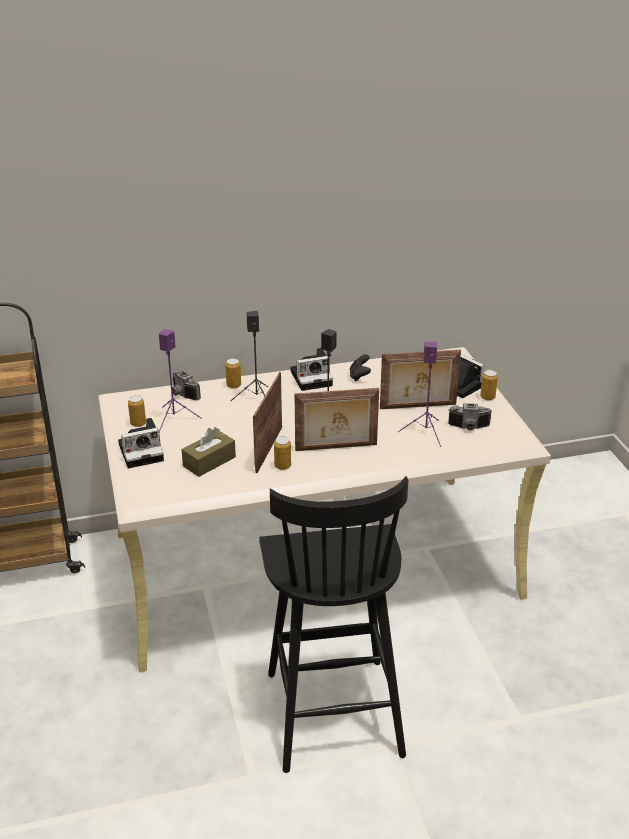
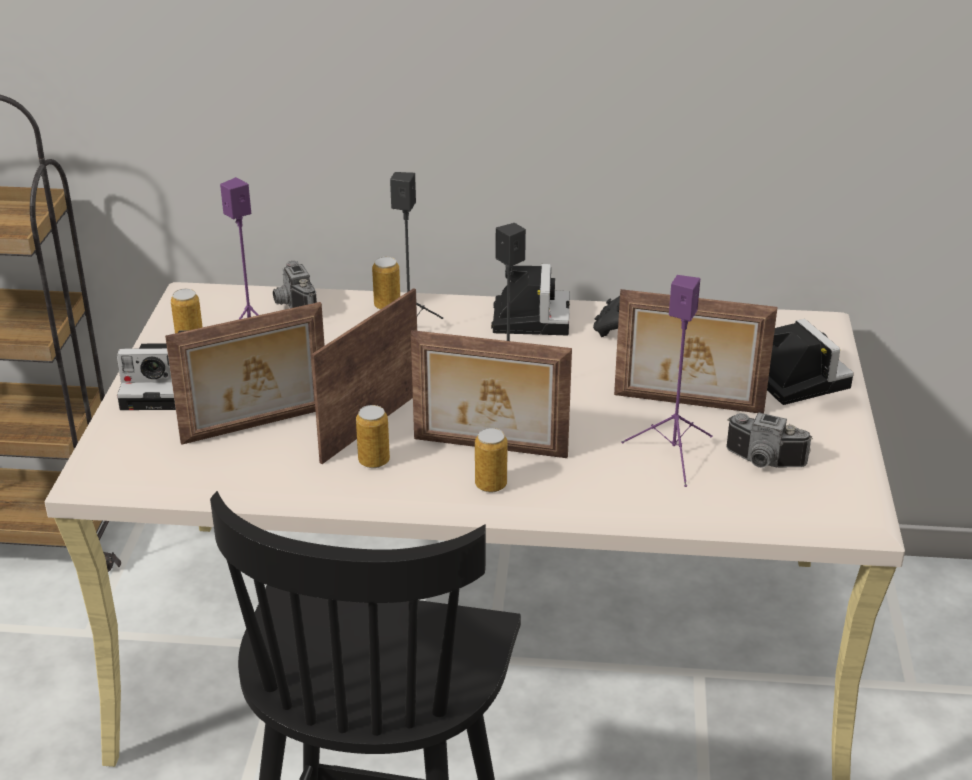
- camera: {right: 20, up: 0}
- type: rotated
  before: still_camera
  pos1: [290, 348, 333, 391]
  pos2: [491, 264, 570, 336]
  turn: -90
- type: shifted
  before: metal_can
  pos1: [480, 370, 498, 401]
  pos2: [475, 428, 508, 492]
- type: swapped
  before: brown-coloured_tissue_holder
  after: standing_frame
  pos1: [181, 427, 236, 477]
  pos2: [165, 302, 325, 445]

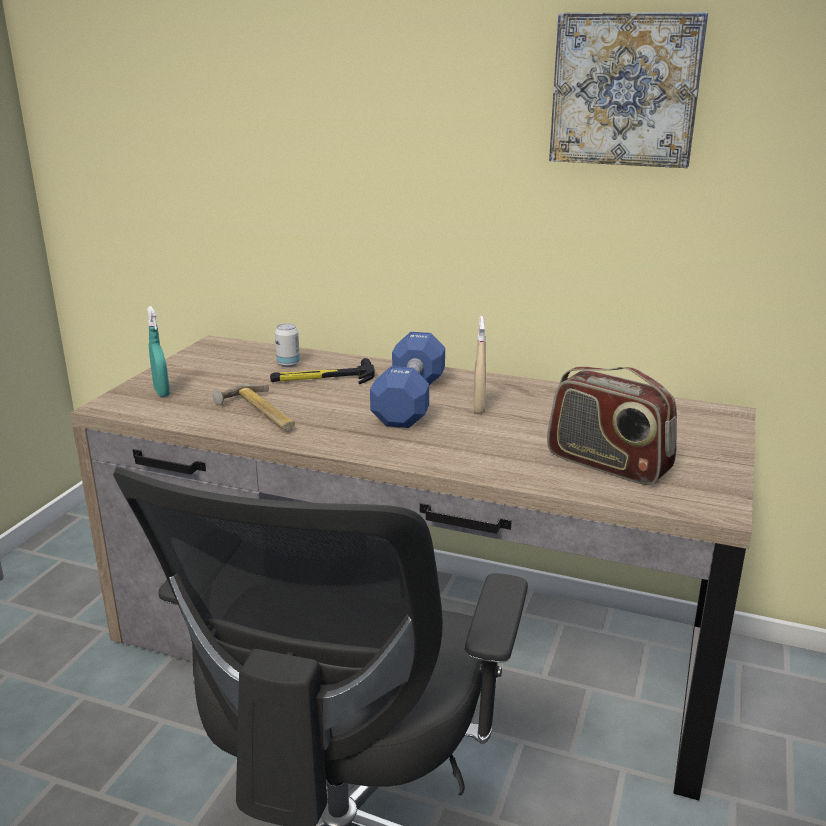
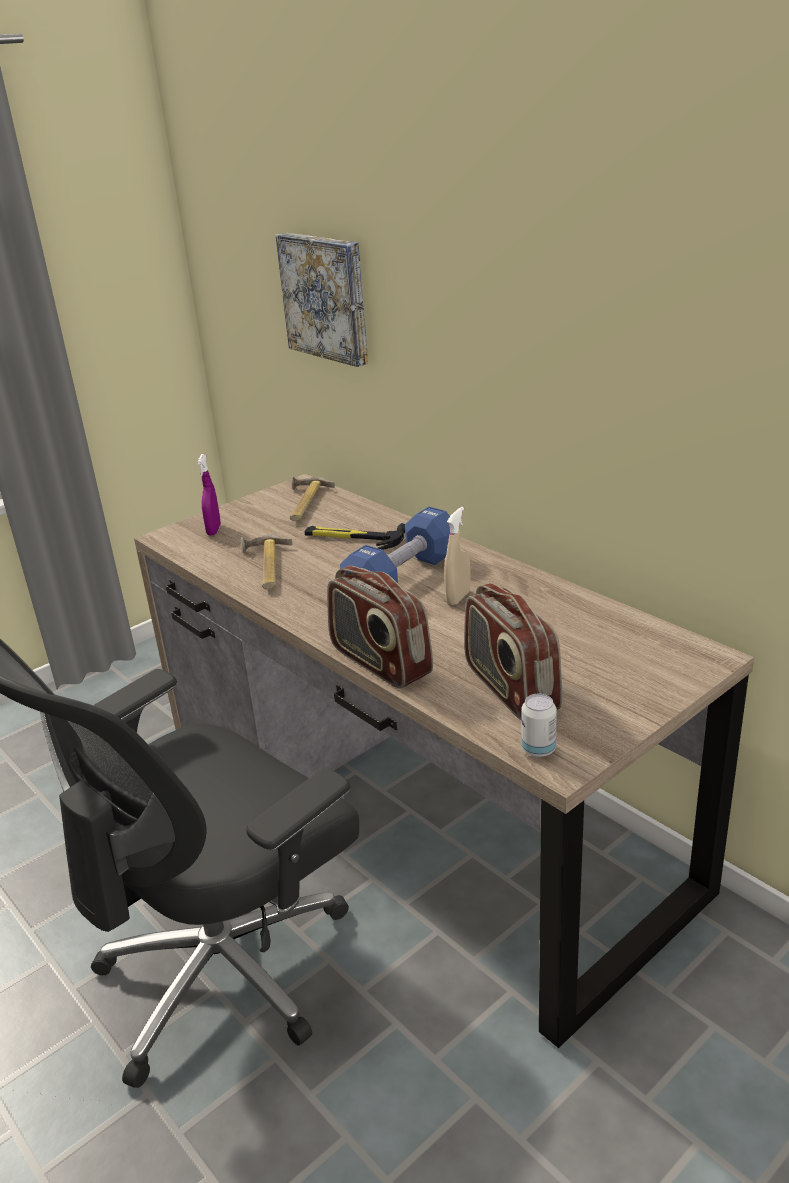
- camera: {right: 30, up: 5}
- type: shifted
  before: wall_picture
  pos1: [549, 12, 708, 168]
  pos2: [275, 233, 368, 367]
- type: repainted
  before: blue-green_sprayer
  after: purple-coloured_sprayer
  pos1: [147, 306, 170, 397]
  pos2: [197, 454, 221, 535]
- type: shifted
  before: metal_can
  pos1: [275, 323, 300, 367]
  pos2: [521, 694, 557, 757]
- type: new
  after: hand_hammer
  pos2: [290, 476, 335, 521]
- type: new
  after: radio_receiver
  pos2: [327, 566, 433, 689]

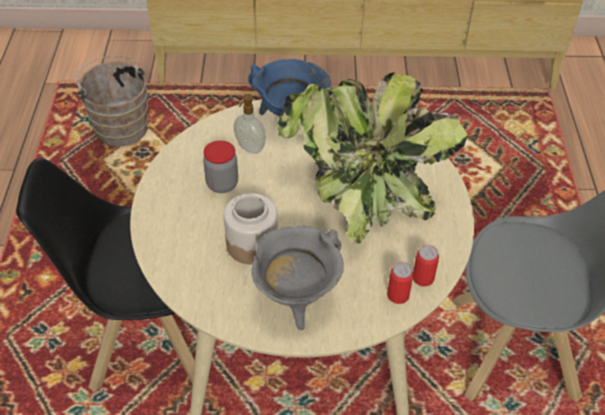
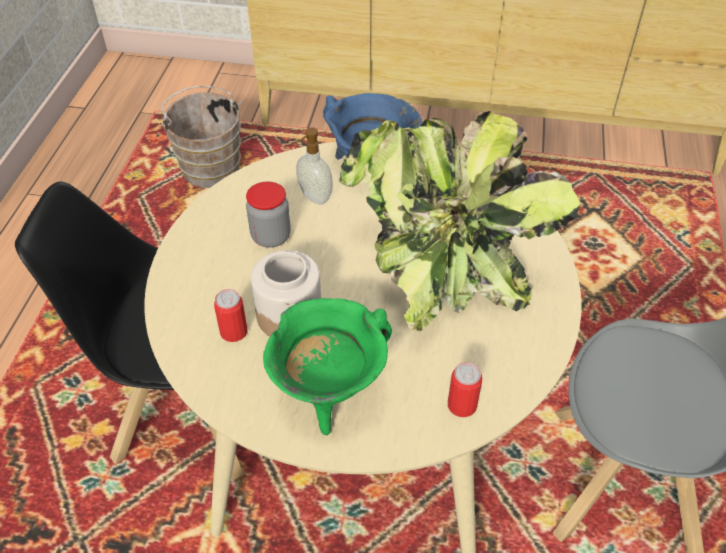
- camera: {right: 10, up: 0}
- type: repainted
  before: grey_saucepot
  after: greenish_saucepot
  pos1: [251, 225, 344, 330]
  pos2: [263, 298, 392, 435]
- type: shifted
  before: metal_can
  pos1: [413, 245, 439, 287]
  pos2: [214, 289, 247, 342]

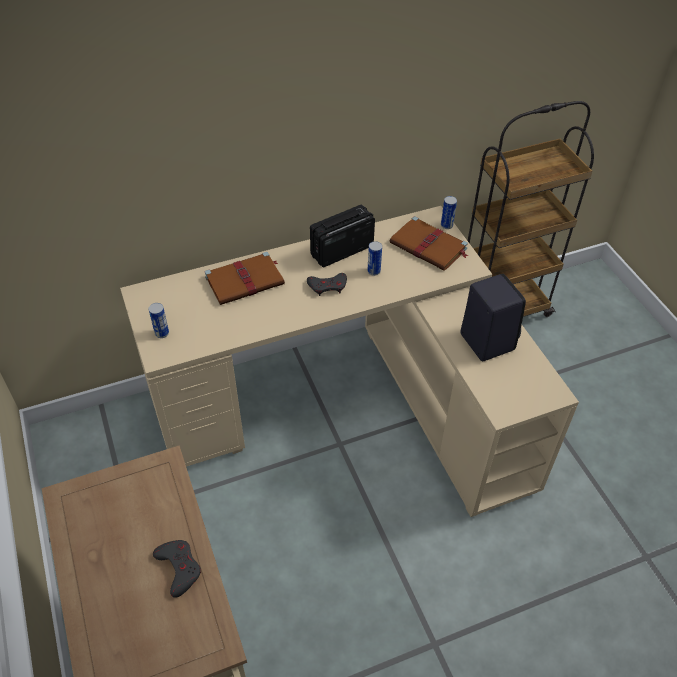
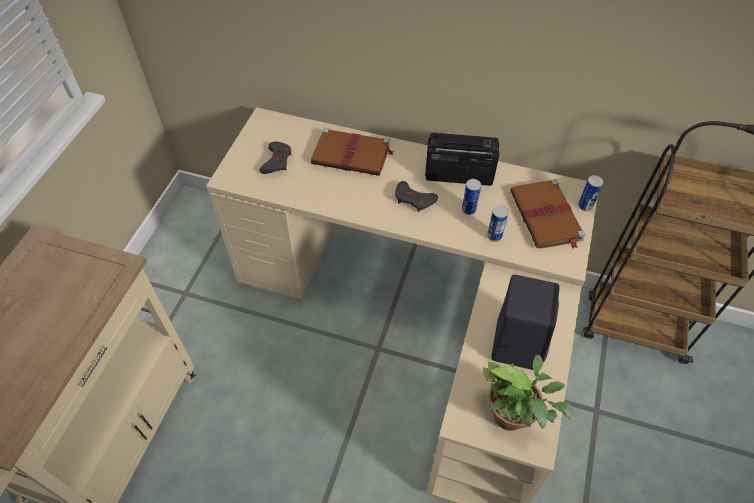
- camera: {right: 40, up: 5}
- type: shifted
  before: metal_can
  pos1: [149, 303, 169, 338]
  pos2: [487, 205, 509, 242]
- type: shifted
  before: grey_game_controller
  pos1: [153, 540, 201, 598]
  pos2: [259, 142, 291, 174]
- type: new
  after: houseplant
  pos2: [483, 355, 574, 431]

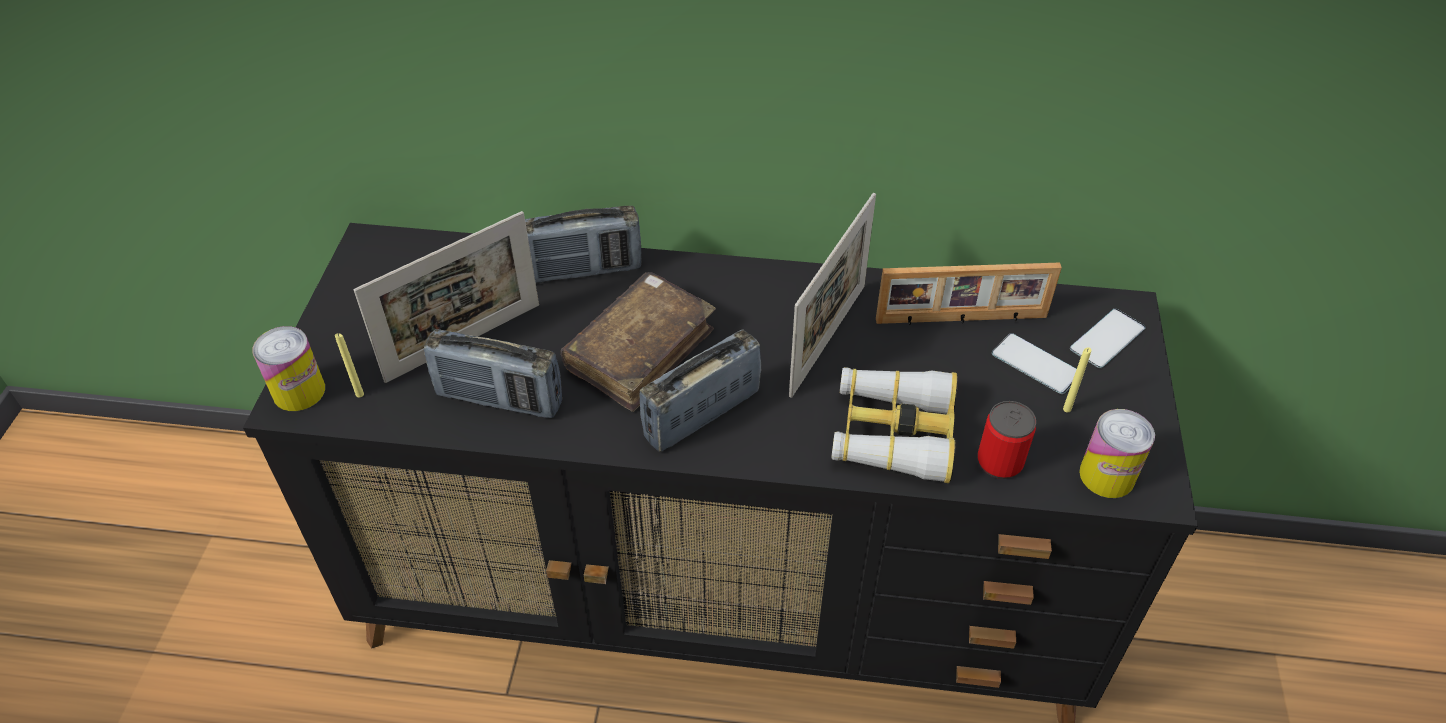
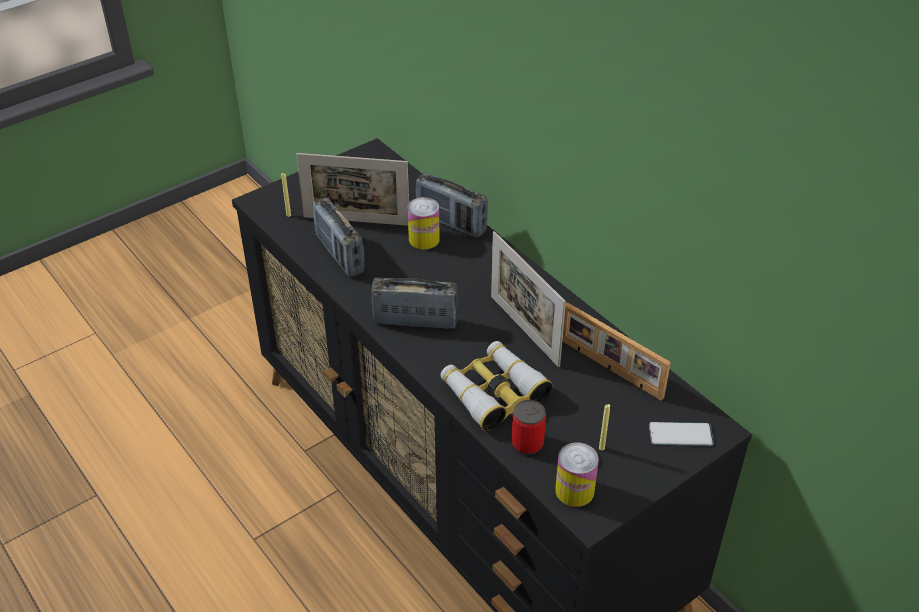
- camera: {right: 45, up: -5}
- type: rotated
  before: standing_frame
  pos1: [789, 193, 876, 398]
  pos2: [491, 231, 566, 367]
  turn: 75
- type: gone
  before: brown-coloured_volume
  pos1: [561, 272, 716, 412]
- type: shifted
  before: metal_can
  pos1: [252, 326, 325, 411]
  pos2: [408, 197, 440, 249]
- type: gone
  before: handset
  pos1: [992, 333, 1077, 394]

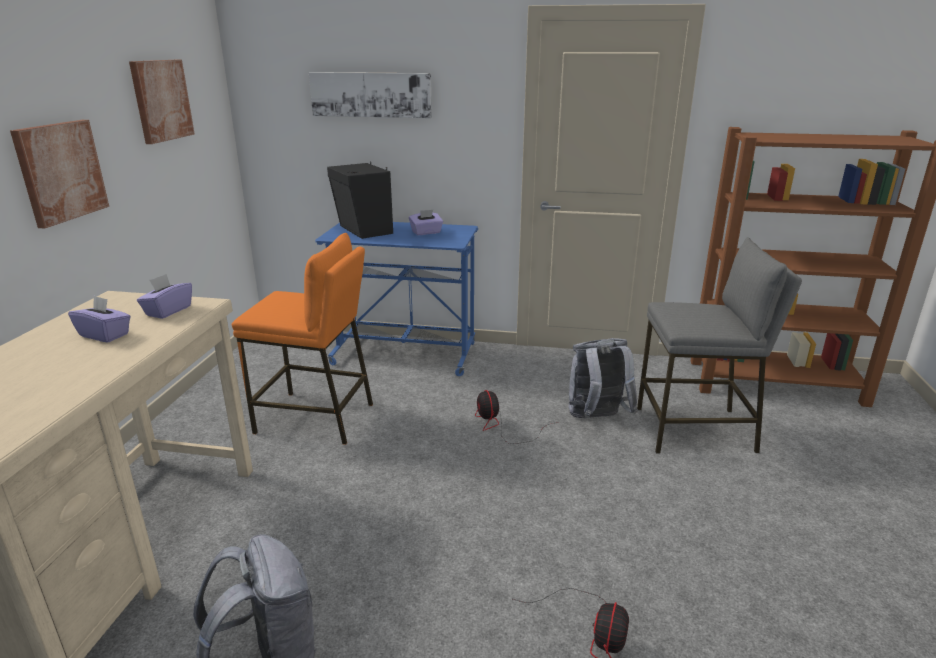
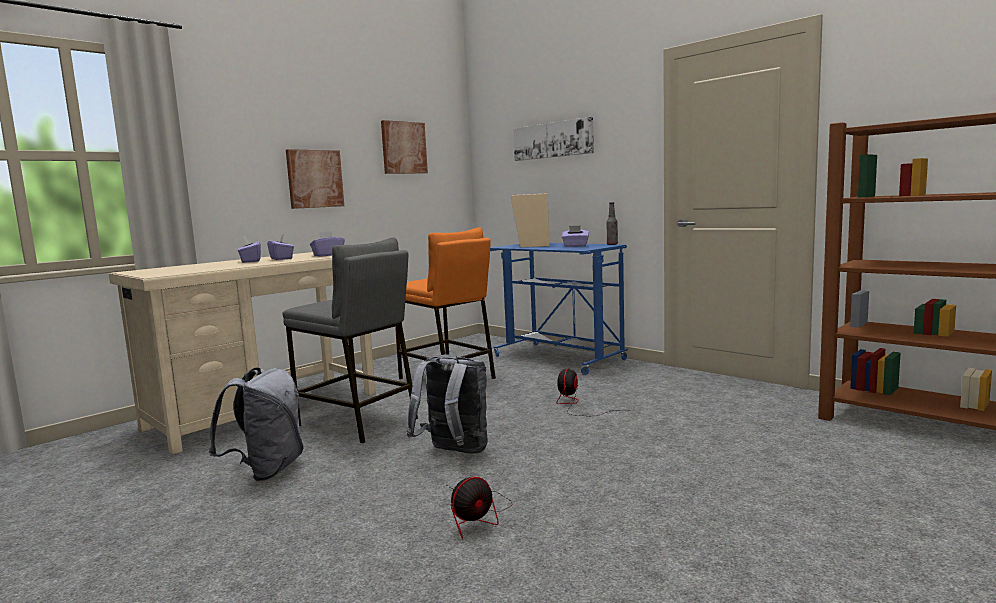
- camera: {right: 35, up: -15}
- type: repainted
  before: blackish_speaker
  after: beige_speaker
  pos1: [327, 161, 393, 239]
  pos2: [511, 191, 550, 247]
- type: shifted
  before: grey_stool_seat
  pos1: [637, 237, 802, 454]
  pos2: [282, 237, 418, 444]
- type: shifted
  before: grey_rucksack
  pos1: [568, 338, 638, 418]
  pos2: [407, 354, 488, 454]
- type: new
  after: drink_bottle
  pos2: [607, 202, 618, 245]
- type: new
  after: purple-coloured_tissue_holder
  pos2: [237, 236, 261, 263]

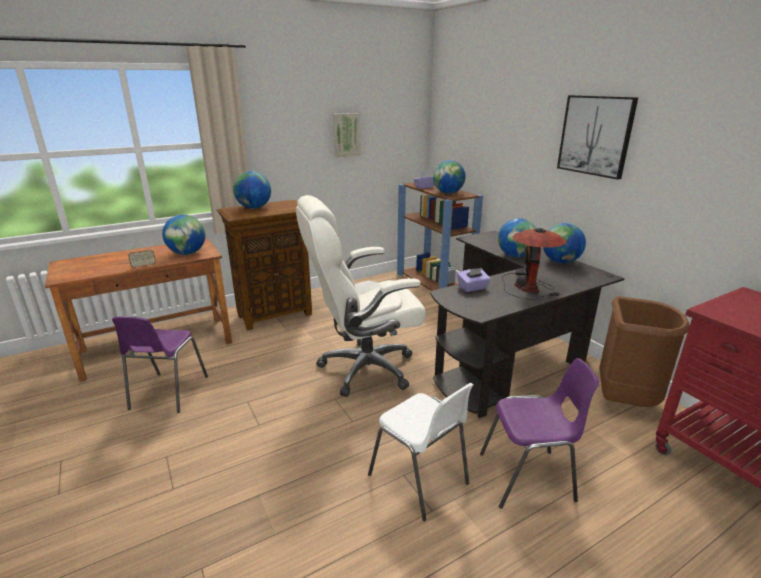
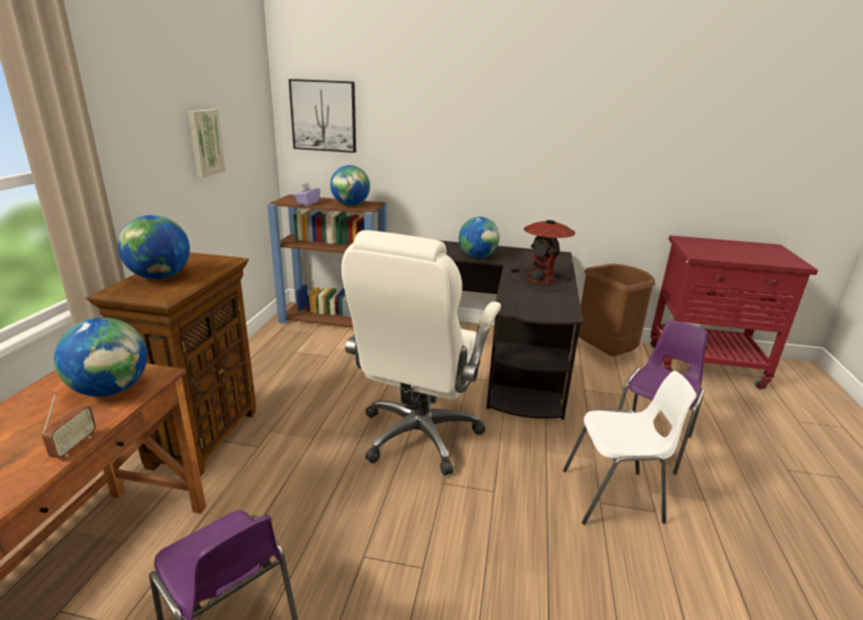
- camera: {right: -50, up: 0}
- type: shifted
  before: wall_picture
  pos1: [557, 95, 638, 180]
  pos2: [289, 79, 356, 153]
- type: gone
  before: desk_globe
  pos1: [543, 223, 586, 264]
- type: gone
  before: purple-coloured_tissue_holder
  pos1: [457, 268, 491, 292]

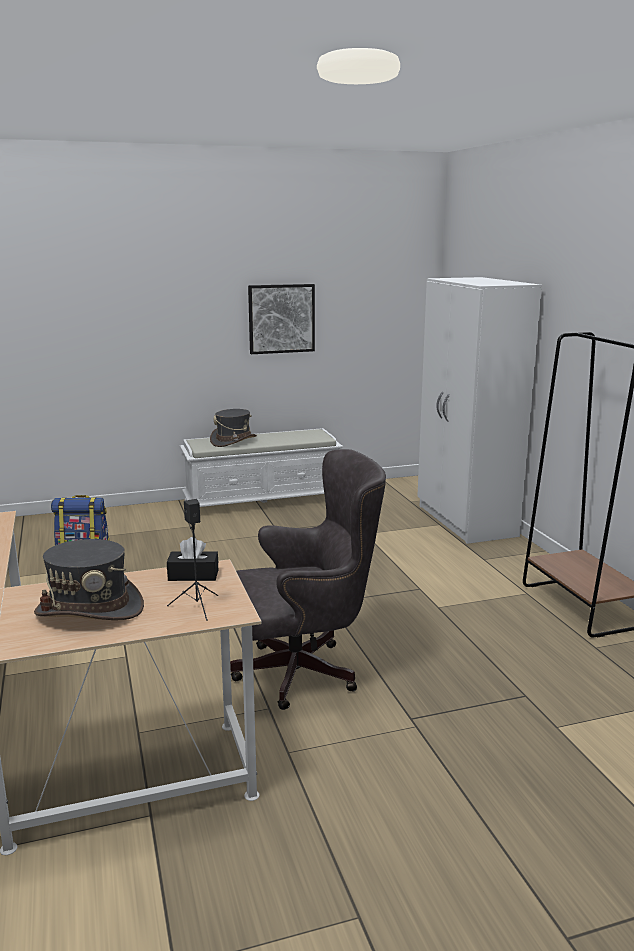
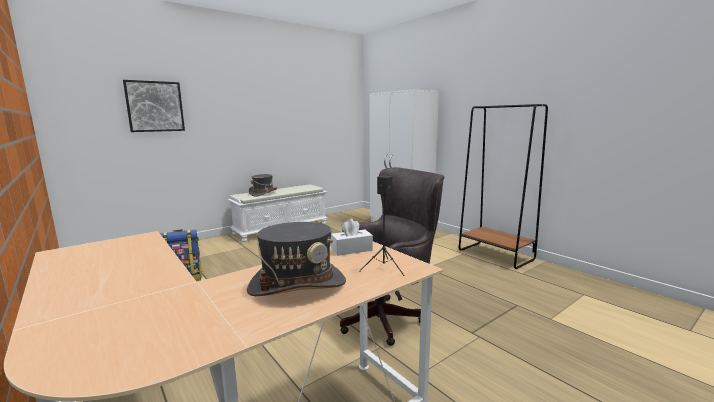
- camera: {right: -20, up: -5}
- type: shifted
  before: wall_picture
  pos1: [248, 284, 315, 354]
  pos2: [123, 80, 185, 132]
- type: repainted
  before: blackish_tissue_holder
  after: white_tissue_holder
  pos1: [167, 537, 218, 581]
  pos2: [331, 219, 373, 256]

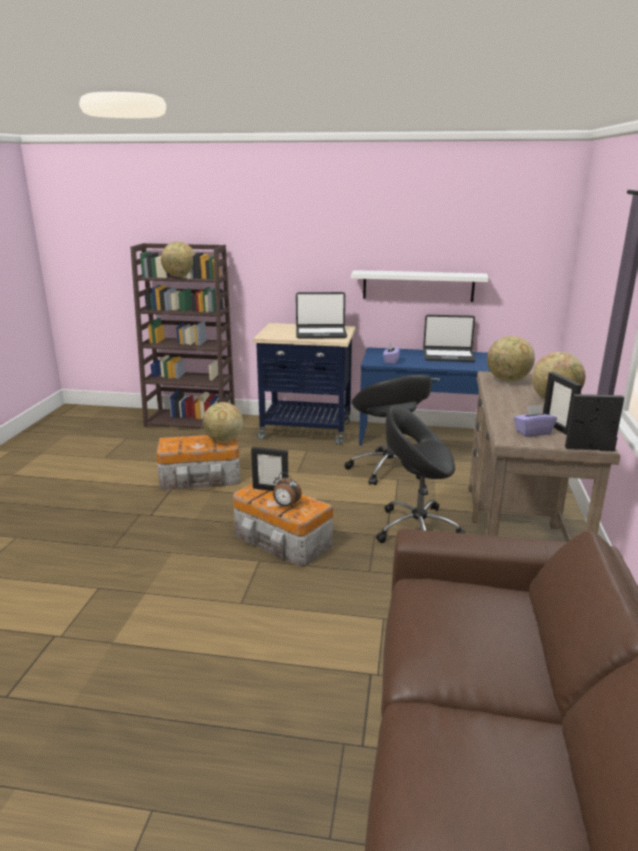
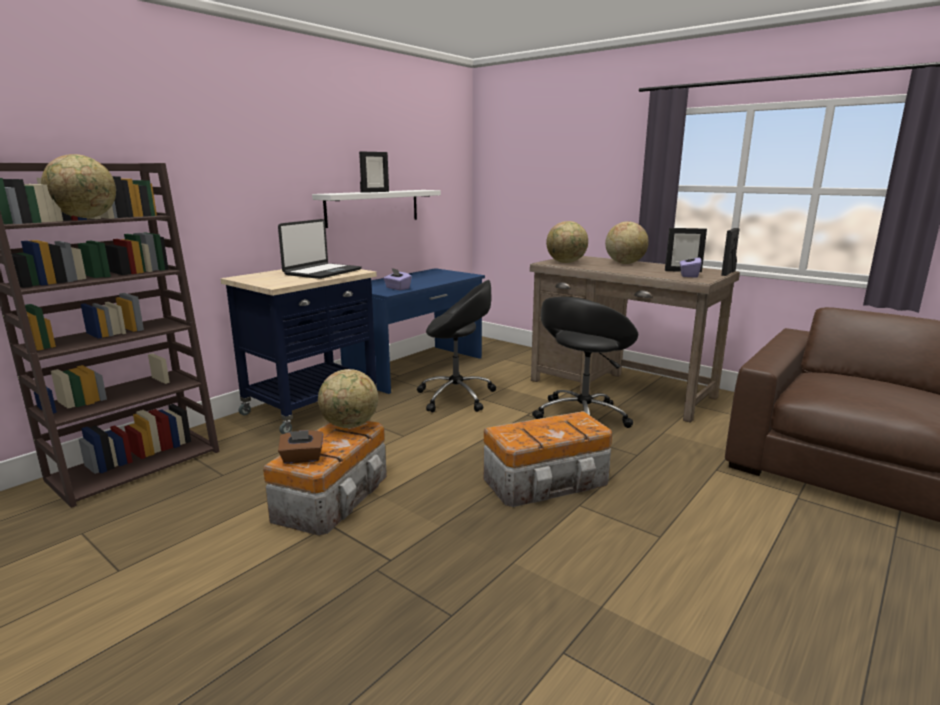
- camera: {right: -60, up: -5}
- type: gone
  before: notebook_computer
  pos1: [423, 315, 476, 362]
- type: shifted
  before: standing_frame
  pos1: [251, 447, 288, 491]
  pos2: [359, 152, 389, 193]
- type: gone
  before: bedside_clock
  pos1: [273, 472, 302, 508]
- type: new
  after: brown-coloured_tissue_holder
  pos2: [278, 430, 323, 464]

